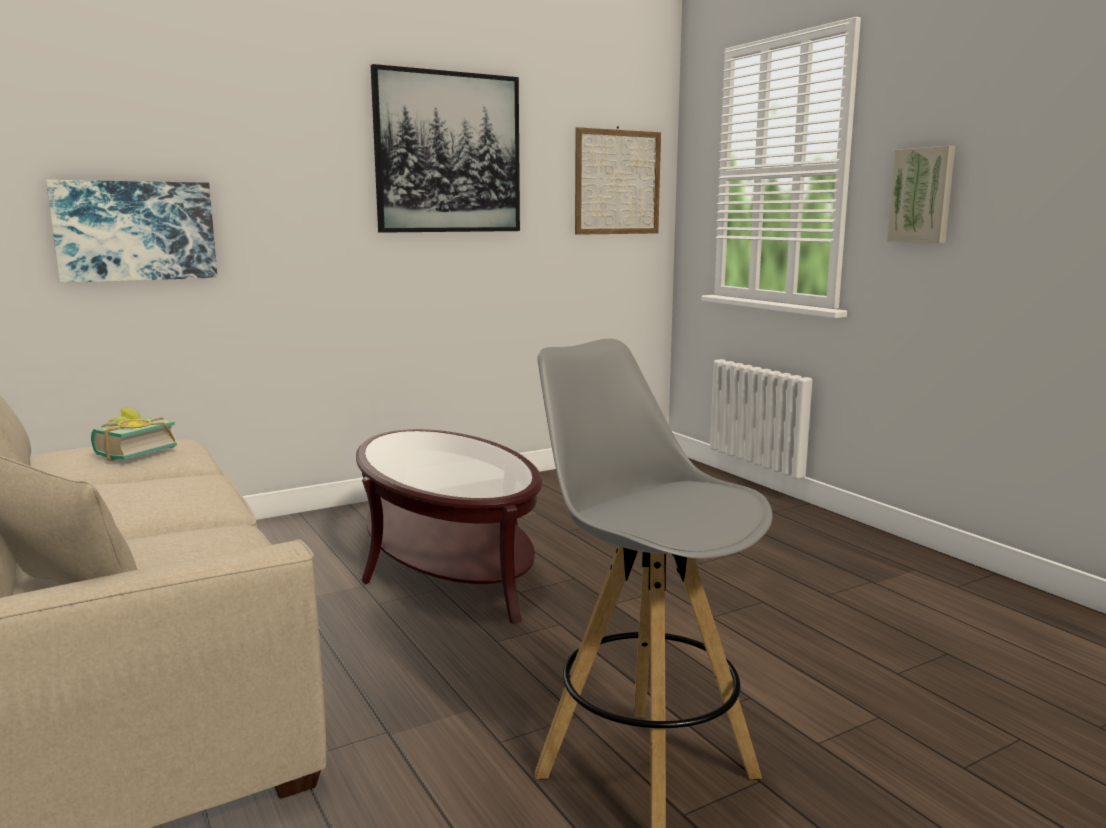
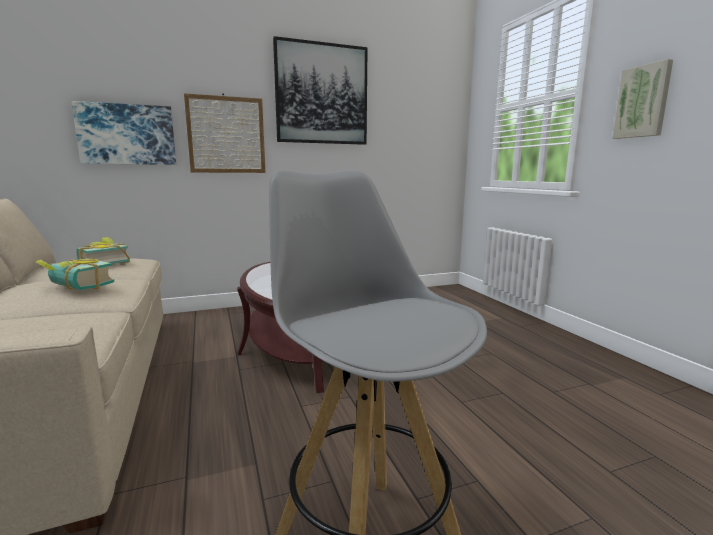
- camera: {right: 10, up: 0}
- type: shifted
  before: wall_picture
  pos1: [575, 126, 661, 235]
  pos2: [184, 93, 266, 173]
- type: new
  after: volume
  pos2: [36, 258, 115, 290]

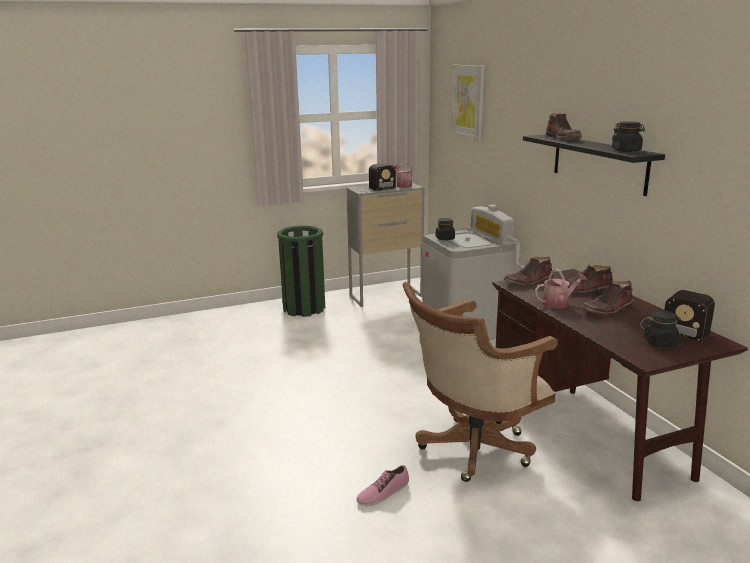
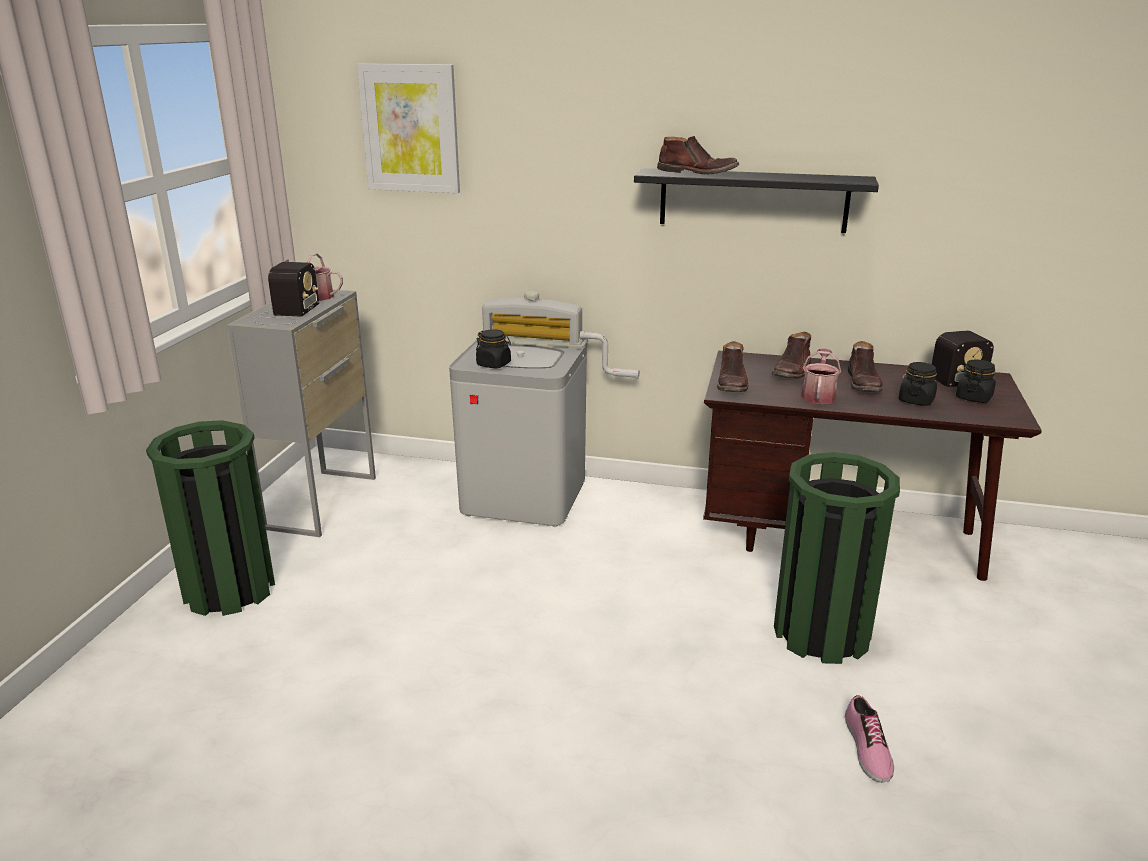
- camera: {right: -55, up: 5}
- type: shifted
  before: blackish_preserve_jar
  pos1: [612, 121, 645, 152]
  pos2: [899, 362, 937, 406]
- type: swapped
  before: office_chair
  after: greenish_rubbish_bin
  pos1: [403, 282, 558, 482]
  pos2: [774, 452, 900, 664]

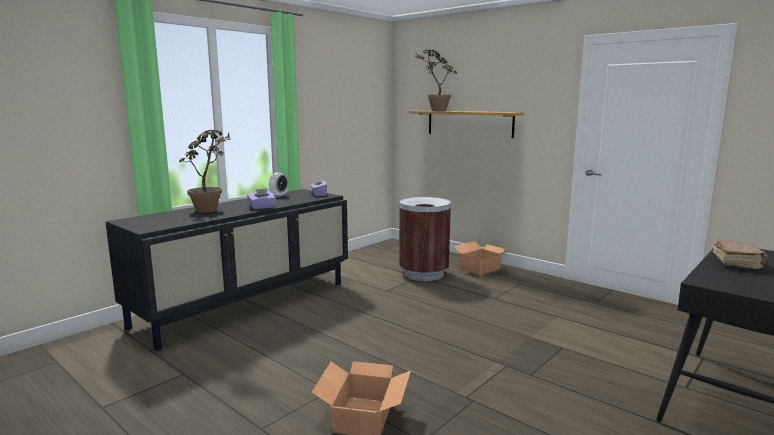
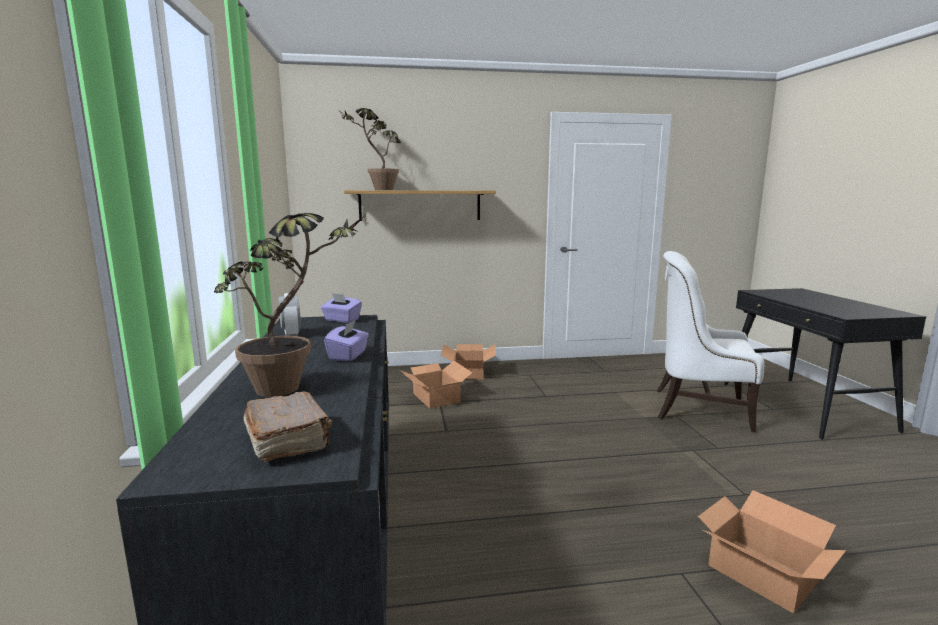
- camera: {right: -50, up: 0}
- type: swapped
  before: brown-coloured_rubbish_bin
  after: packing_box
  pos1: [399, 197, 451, 281]
  pos2: [400, 361, 472, 408]
- type: shifted
  before: brown-coloured_volume
  pos1: [712, 240, 768, 269]
  pos2: [243, 391, 332, 462]
- type: new
  after: white_plain_chair
  pos2: [656, 251, 765, 433]

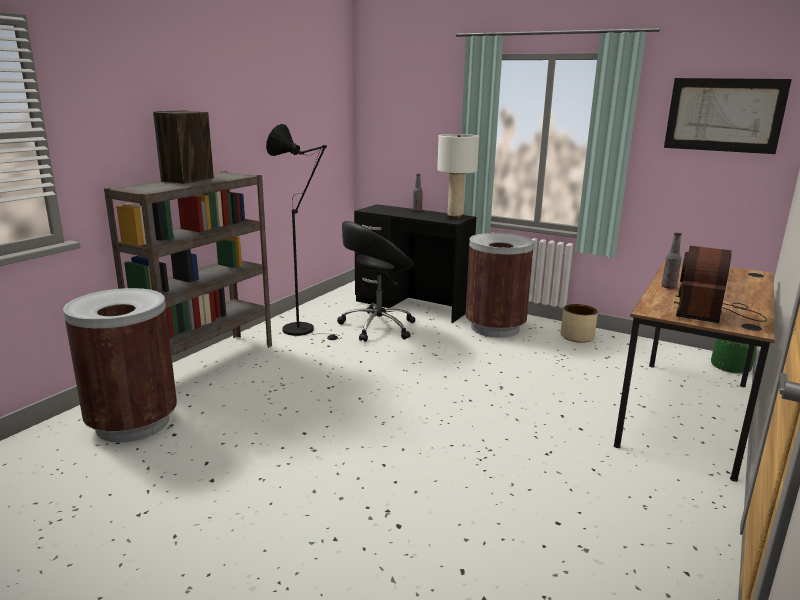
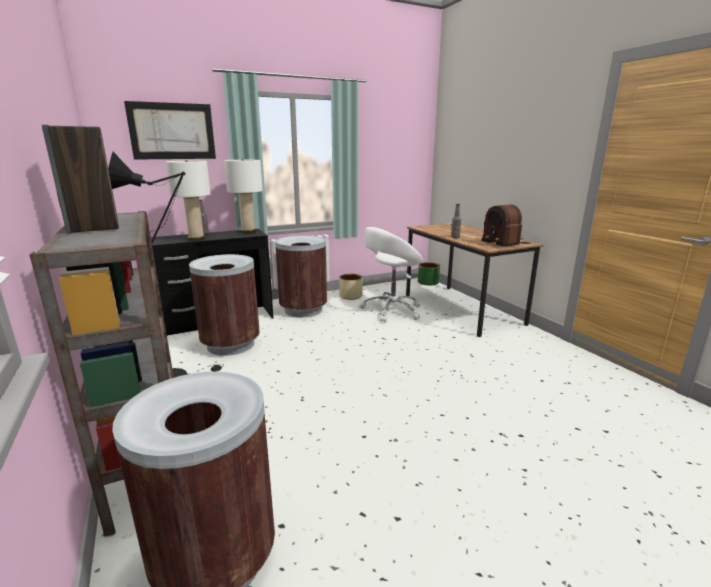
- camera: {right: -55, up: 0}
- type: shifted
  before: wall_picture
  pos1: [664, 78, 792, 154]
  pos2: [124, 101, 216, 160]
- type: swapped
  before: blackish_office_chair
  after: brown-coloured_rubbish_bin
  pos1: [337, 221, 415, 342]
  pos2: [189, 254, 260, 356]
- type: new
  after: white_tabletop_lamp
  pos2: [166, 160, 211, 241]
- type: new
  after: white_office_chair
  pos2: [359, 227, 423, 322]

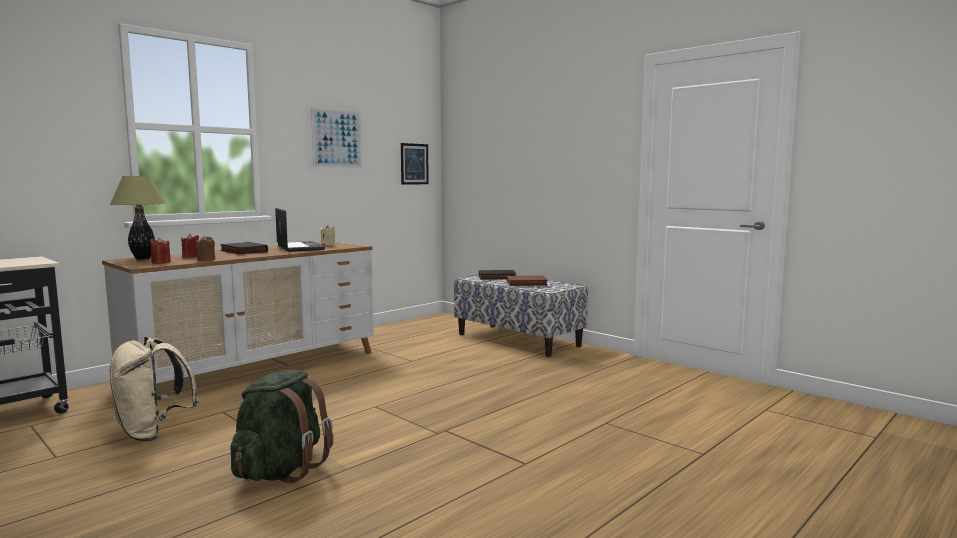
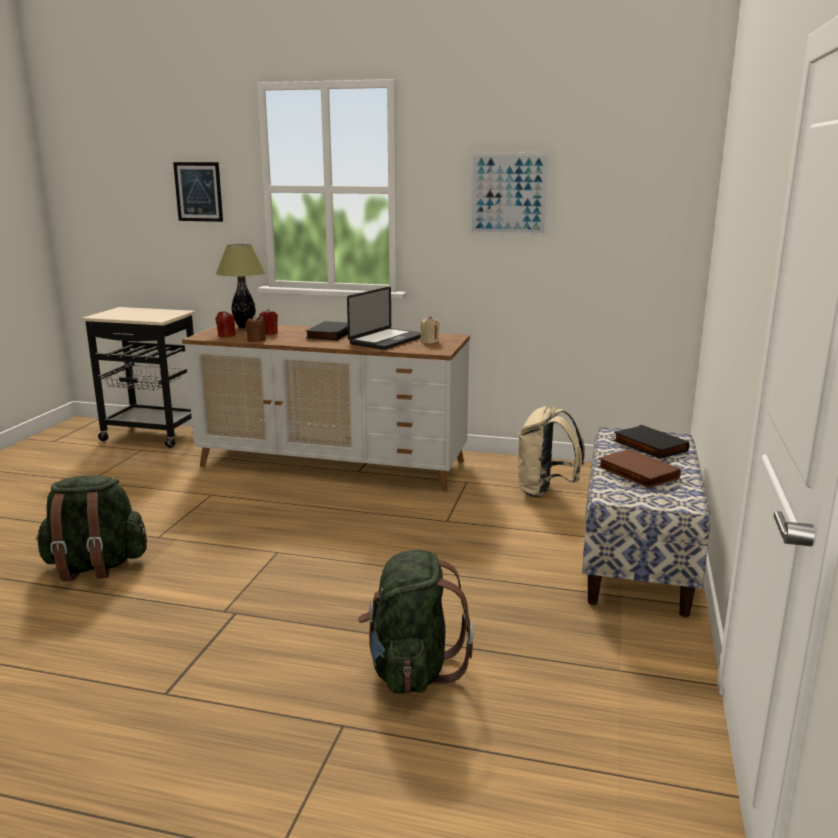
- camera: {right: 60, up: 10}
- type: shifted
  before: wall_picture
  pos1: [401, 143, 429, 185]
  pos2: [173, 162, 223, 222]
- type: shifted
  before: beige_rucksack
  pos1: [109, 337, 199, 441]
  pos2: [518, 406, 585, 498]
- type: new
  after: greenish_rucksack
  pos2: [358, 550, 473, 694]

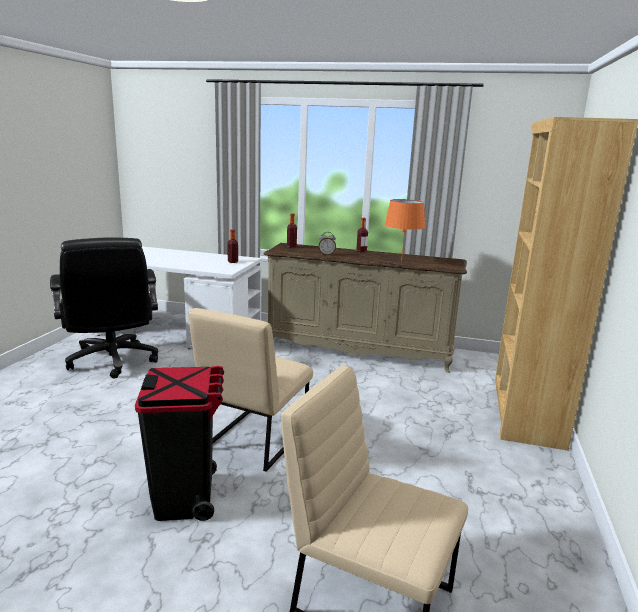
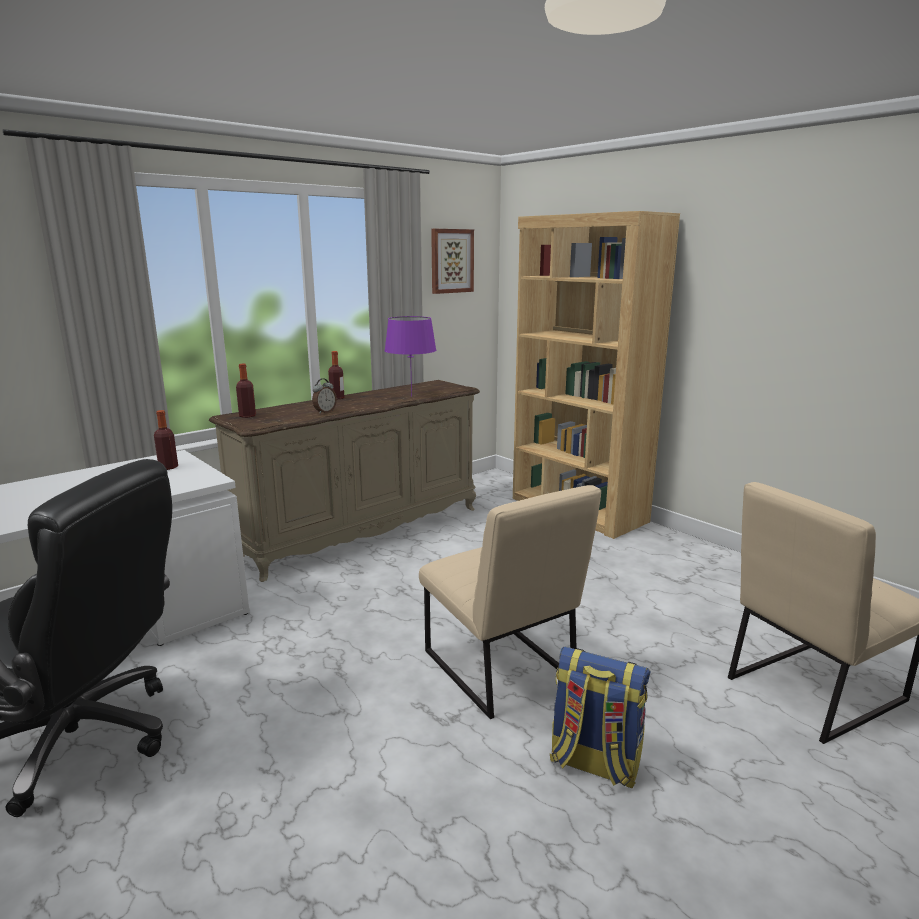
- camera: {right: -55, up: 0}
- type: repainted
  before: orange-coloured_tabletop_lamp
  after: purple-coloured_tabletop_lamp
  pos1: [385, 199, 425, 262]
  pos2: [384, 316, 436, 397]
- type: swapped
  before: blackish_rubbish_bin
  after: rucksack
  pos1: [135, 366, 224, 521]
  pos2: [550, 647, 650, 788]
- type: new
  after: wall_picture
  pos2: [431, 229, 474, 294]

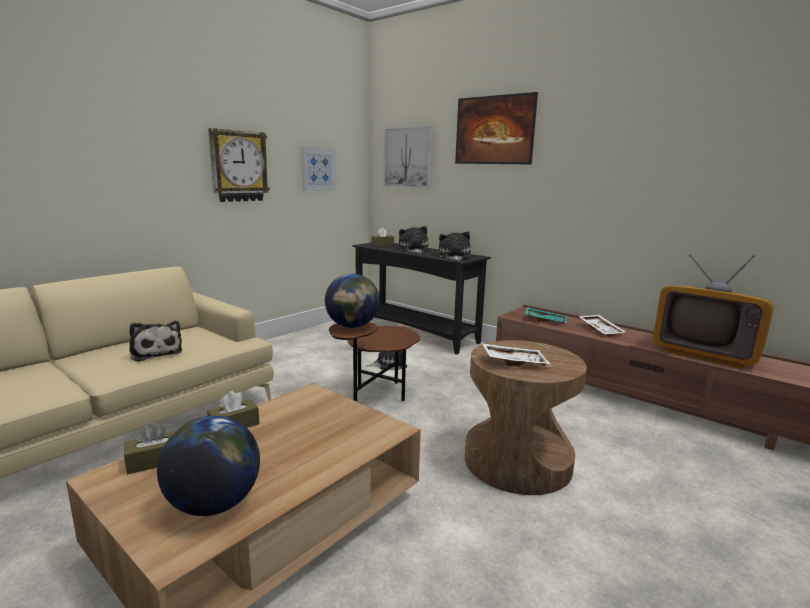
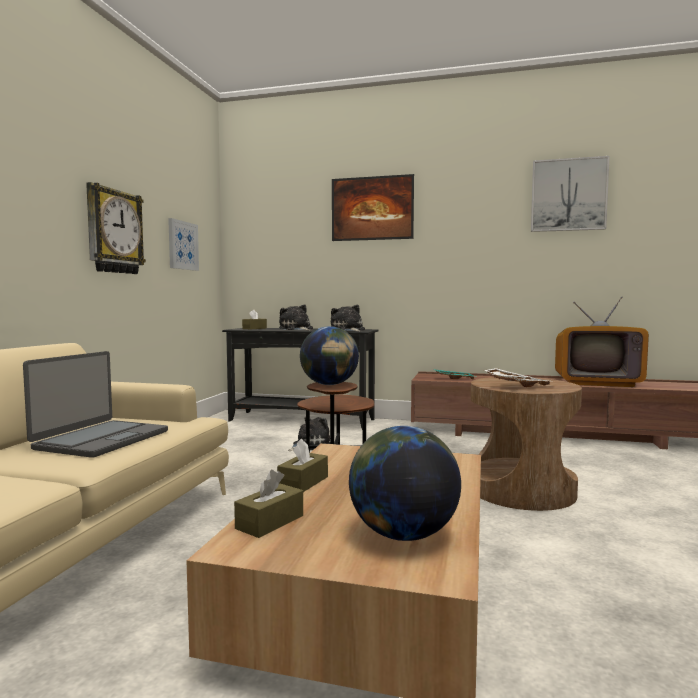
- camera: {right: -25, up: -10}
- type: shifted
  before: wall_picture
  pos1: [383, 126, 432, 189]
  pos2: [531, 156, 610, 232]
- type: swapped
  before: plush_toy
  after: notebook_computer
  pos1: [129, 321, 183, 362]
  pos2: [23, 351, 168, 458]

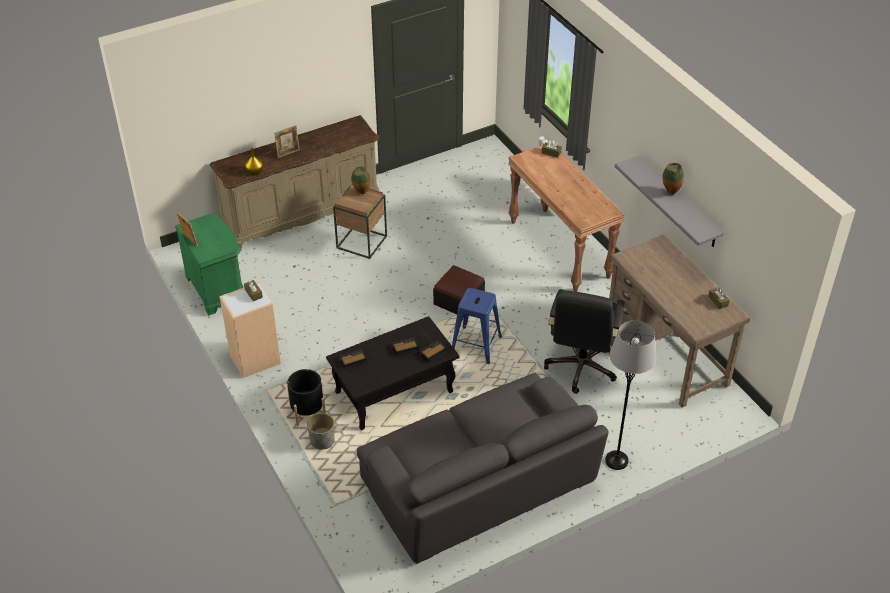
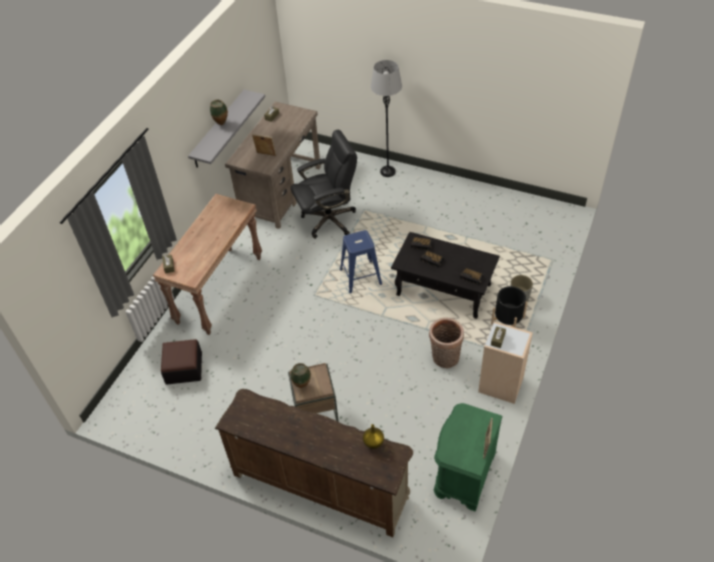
- camera: {right: -125, up: 5}
- type: shifted
  before: standing_frame
  pos1: [274, 125, 300, 158]
  pos2: [252, 134, 276, 156]
- type: shifted
  before: pouffe
  pos1: [433, 265, 485, 317]
  pos2: [161, 339, 202, 385]
- type: gone
  before: grey_settee
  pos1: [357, 373, 609, 564]
- type: new
  after: storage_basket
  pos2: [429, 318, 464, 368]

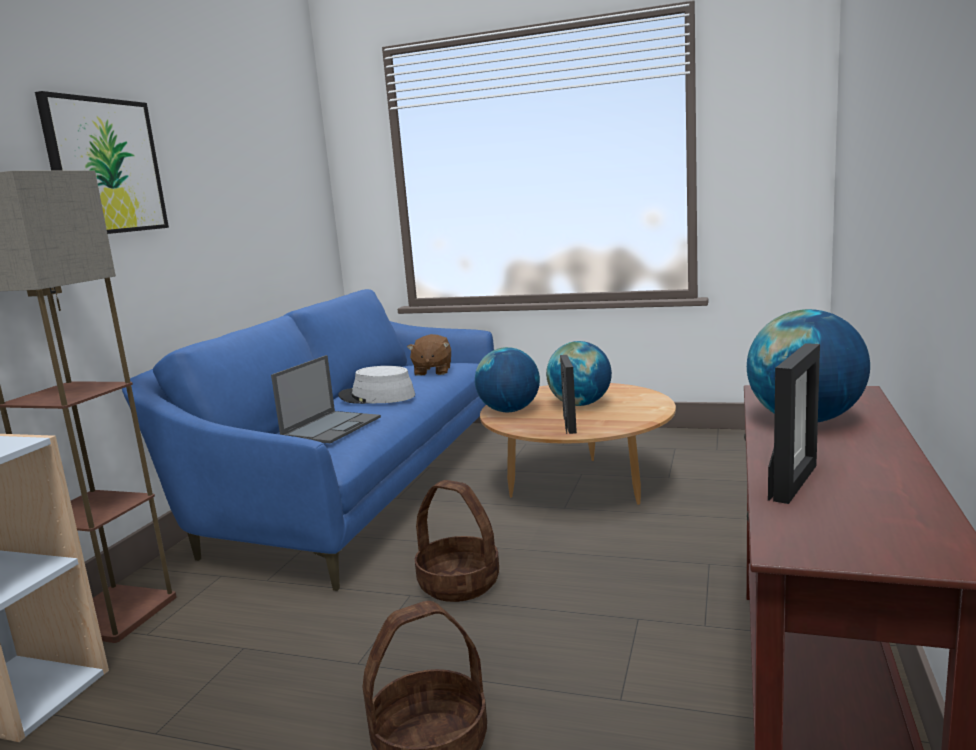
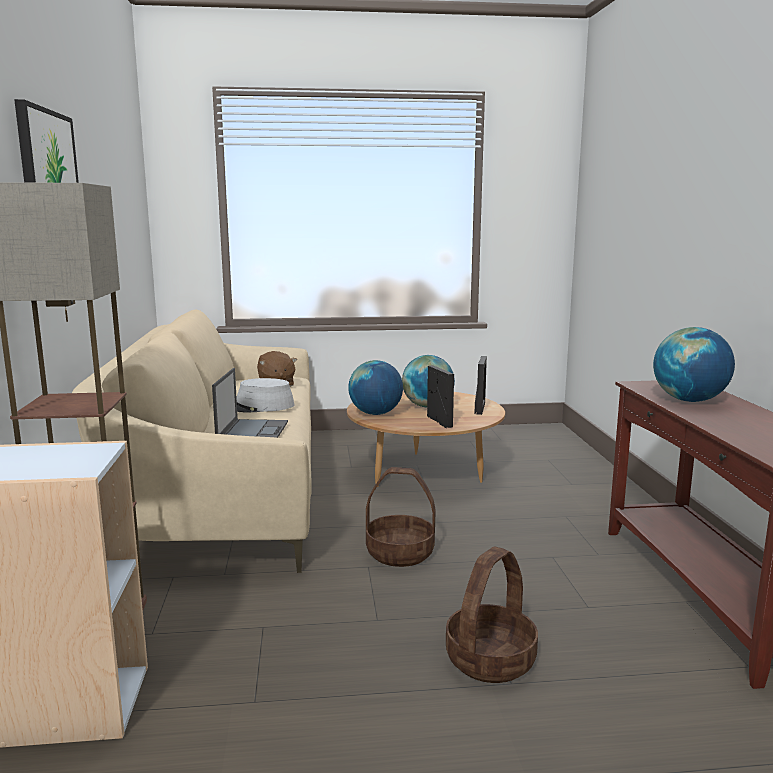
- camera: {right: -25, up: 0}
- type: repainted
  before: blue_settee
  after: beige_settee
  pos1: [122, 289, 494, 591]
  pos2: [72, 310, 312, 573]
- type: shifted
  before: standing_frame
  pos1: [768, 343, 820, 504]
  pos2: [475, 356, 487, 415]

